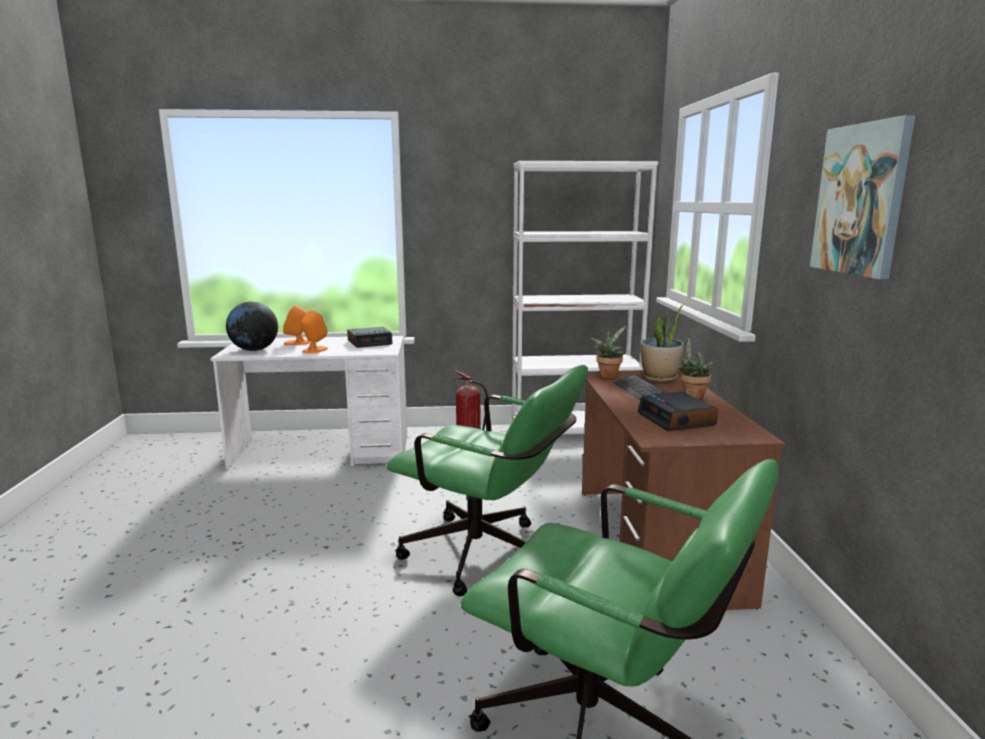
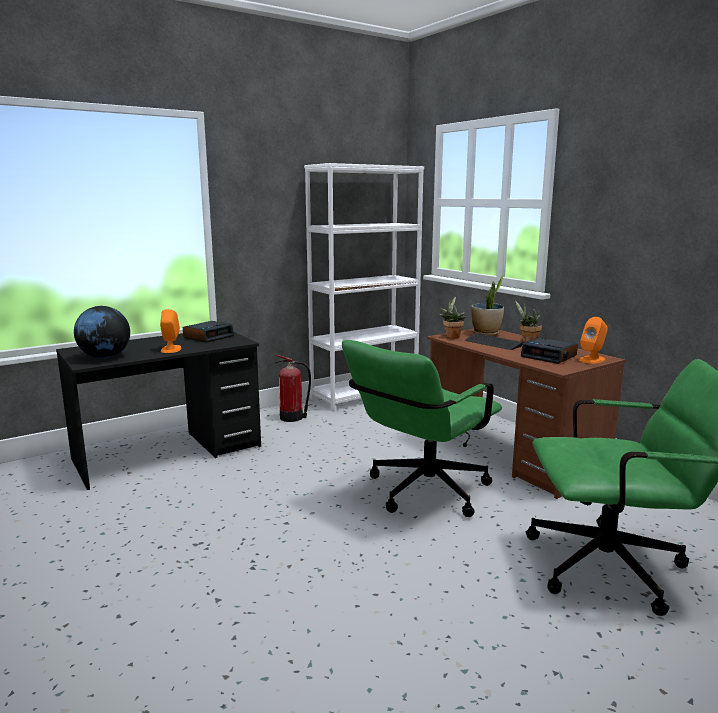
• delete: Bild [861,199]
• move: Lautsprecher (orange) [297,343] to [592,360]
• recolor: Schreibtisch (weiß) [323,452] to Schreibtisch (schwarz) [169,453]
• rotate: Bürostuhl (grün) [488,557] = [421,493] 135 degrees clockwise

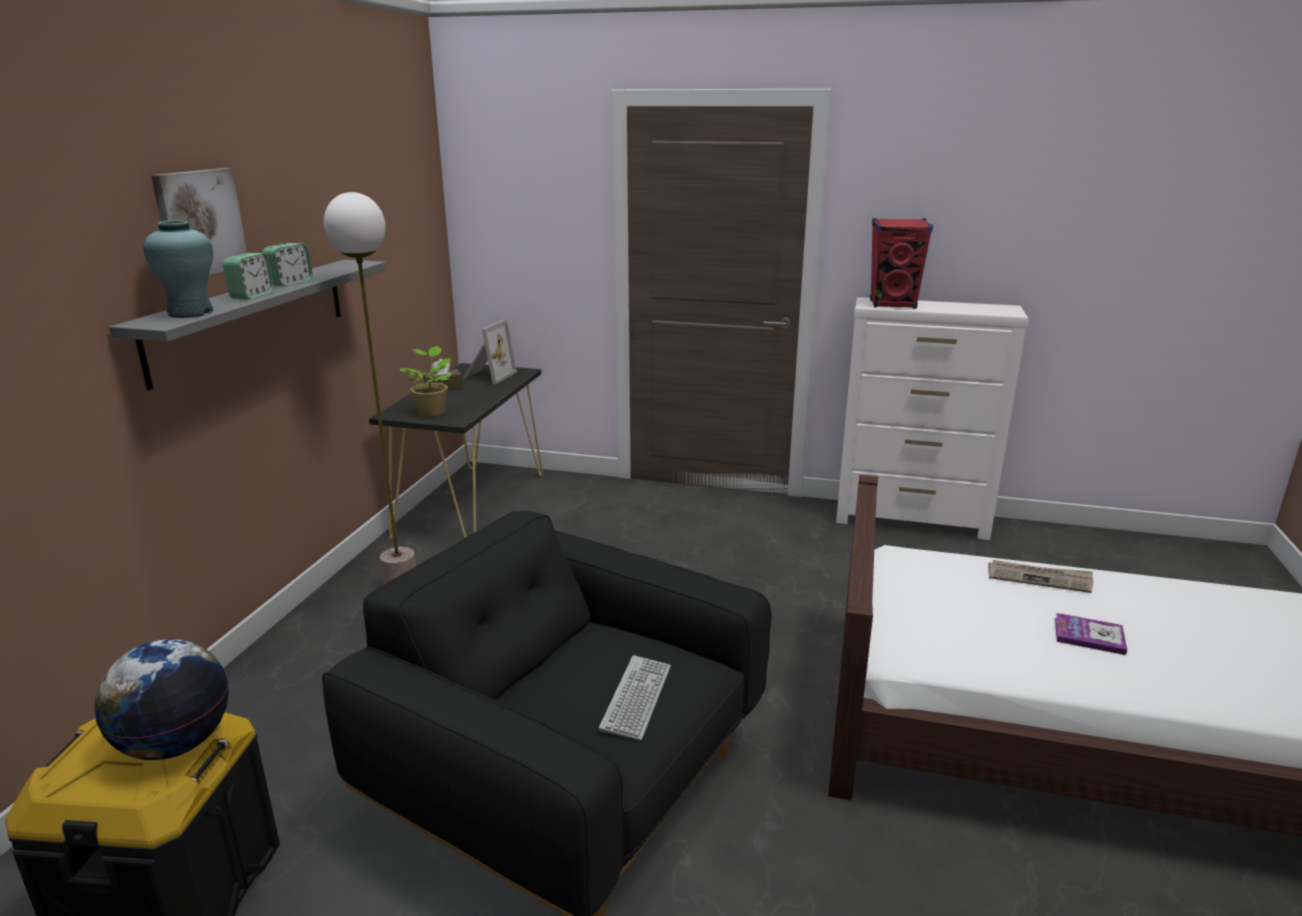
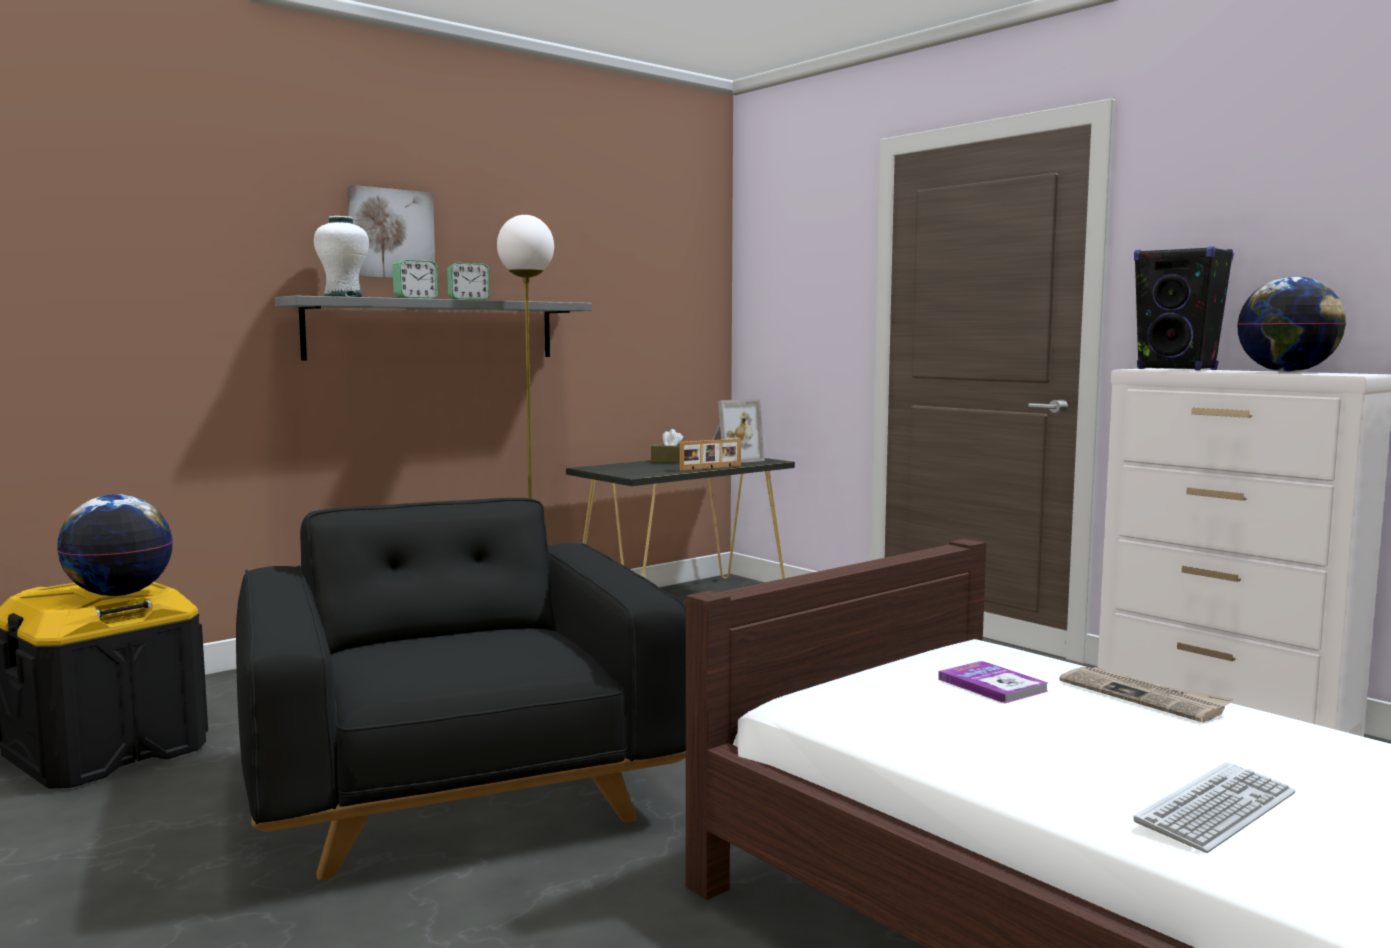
• recolor: Lautsprecher (rot) [893,304] to Lautsprecher (schwarz) [1177,369]
• recolor: Vase (türkis) [191,313] to Vase (weiß) [343,296]
• delete: Topfpflanze [432,411]
• move: Buch [1089,635] to [992,685]
• move: Tastatur [636,698] to [1216,809]
• insert: Globus [1287,372]
• insert: Bilderrahmen [711,468]

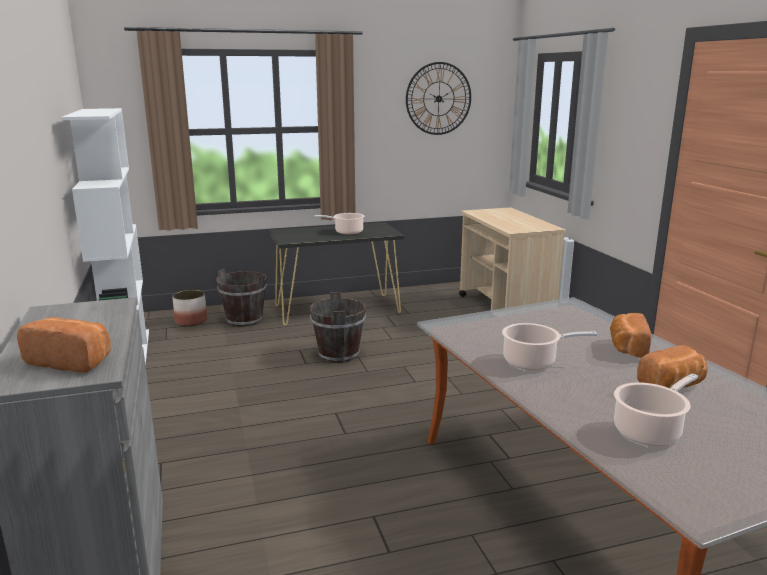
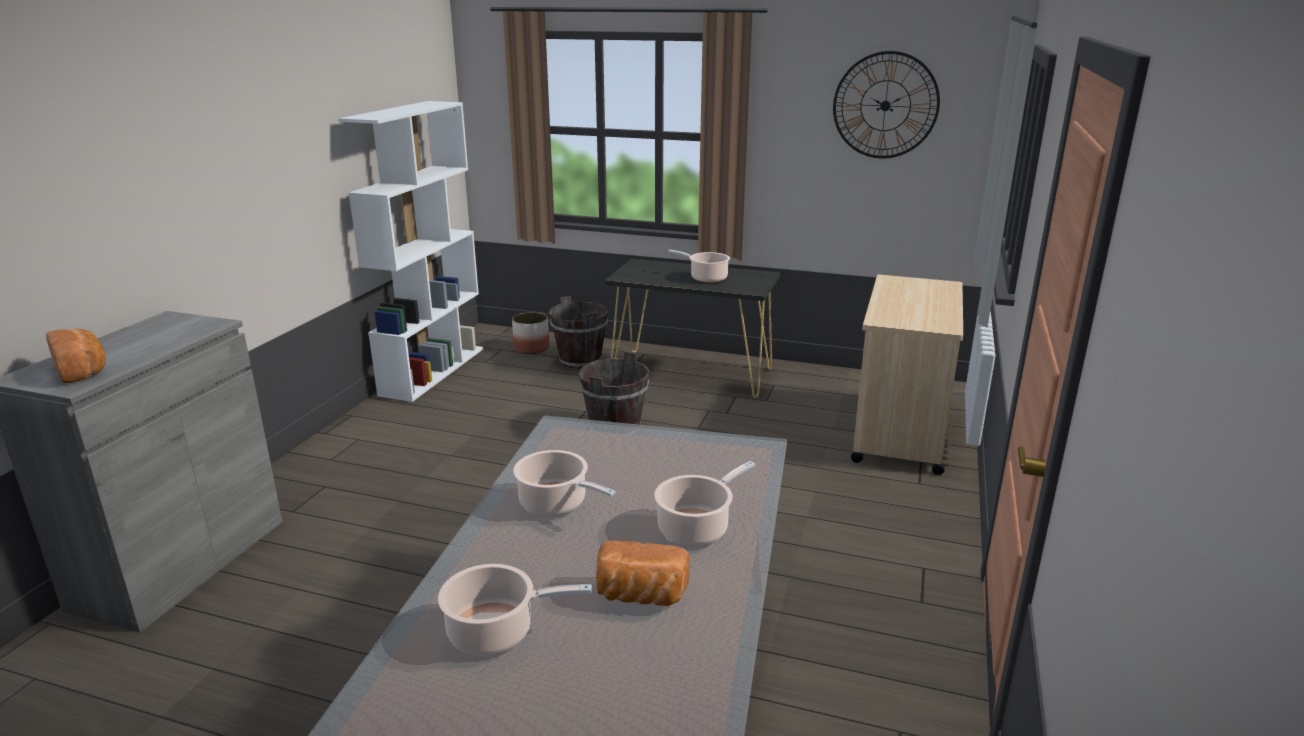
• replace: Brot [626,347] to Kochtopf [696,528]

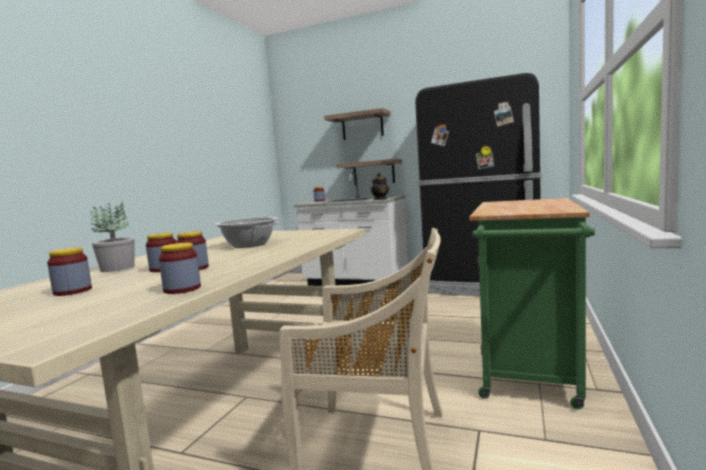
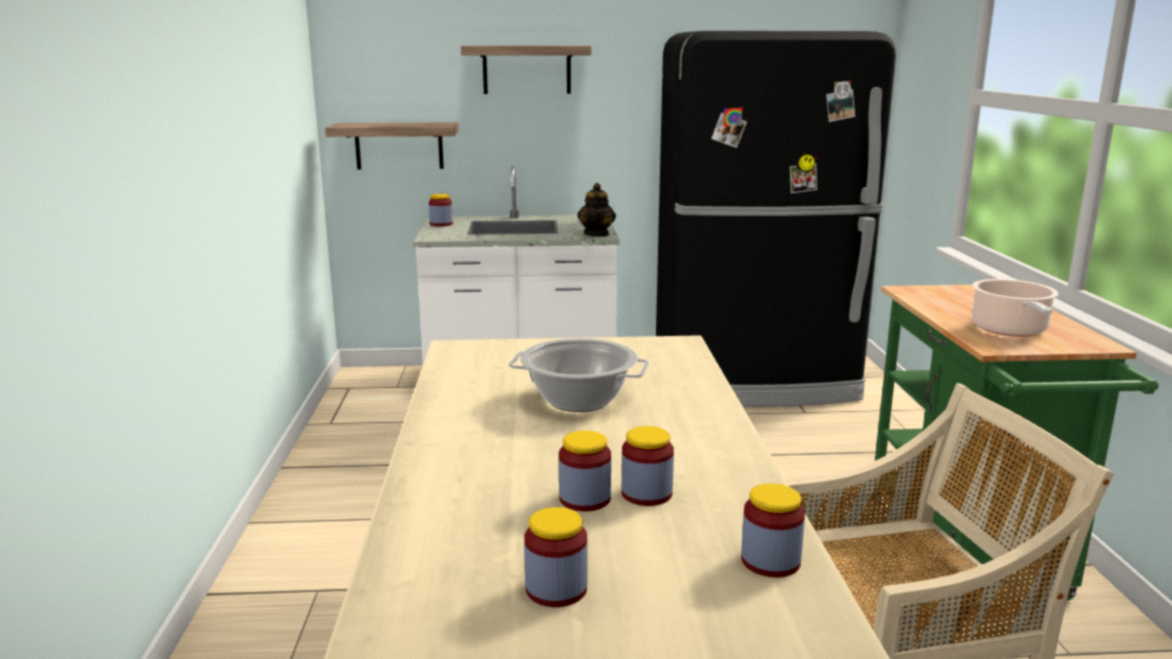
• move: Wandregal [373,172] to [399,146]
• delete: Topfpflanze [118,268]
• insert: Kochtopf [1010,330]

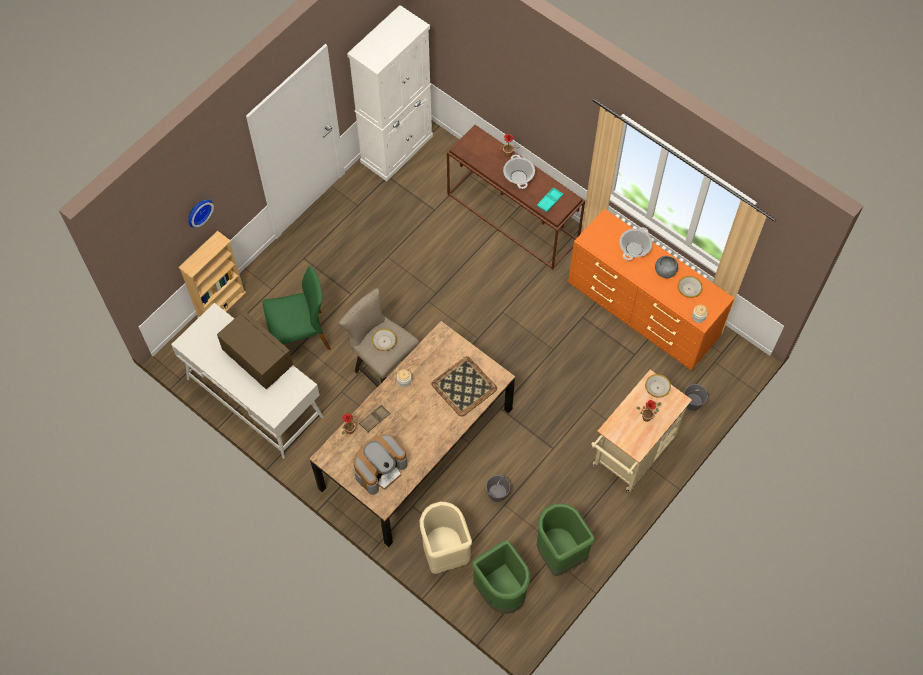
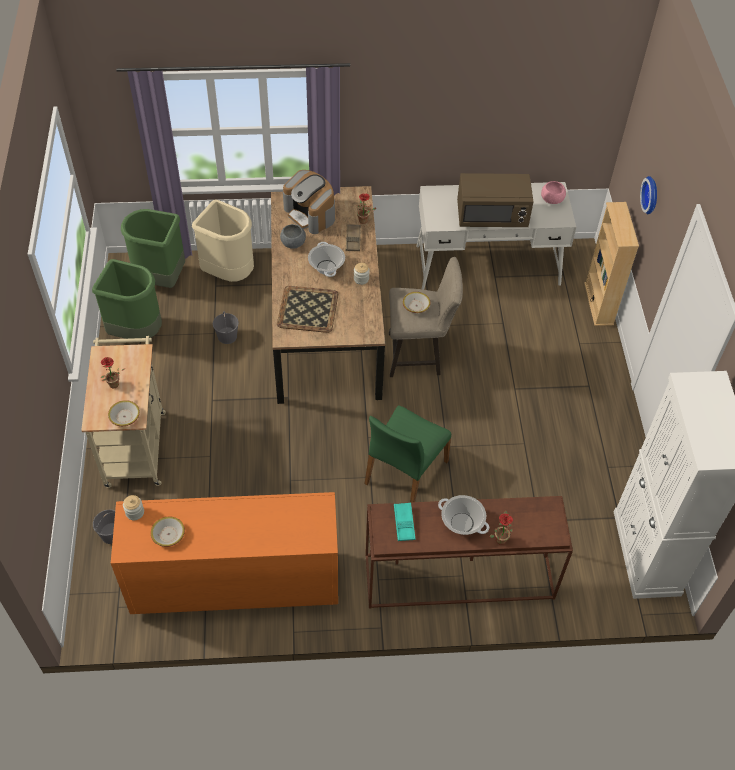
• move: Kochtopf [634,249] to [326,267]
• move: Schüssel (grau) [665,271] to [293,243]
• move: Stuhl (grün) [299,336] to [404,472]
• rotate: Kaffeemaschine [380,468] = [310,214] 45 degrees counterclockwise
• insert: Schüssel (rosa) [552,199]

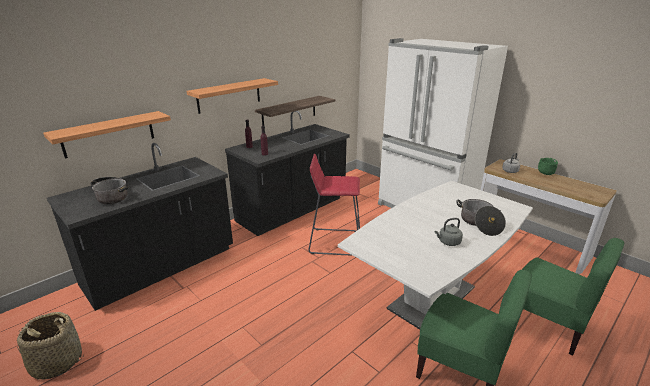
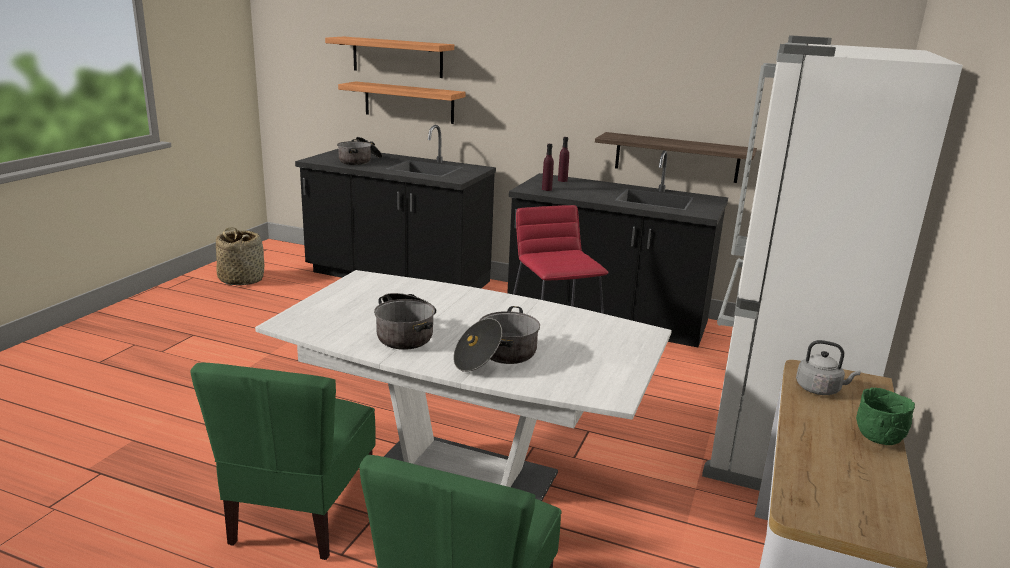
• move: Wandregal [229,95] to [397,57]
• replace: Wasserkessel (grau) [448,242] to Kochtopf [406,333]

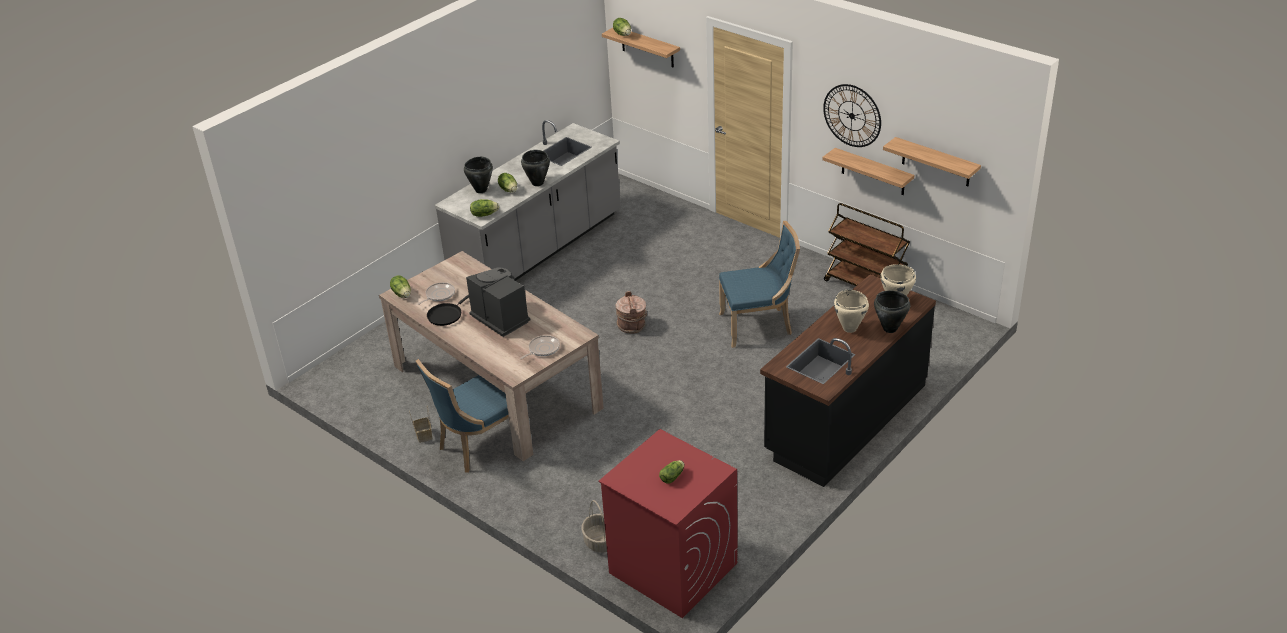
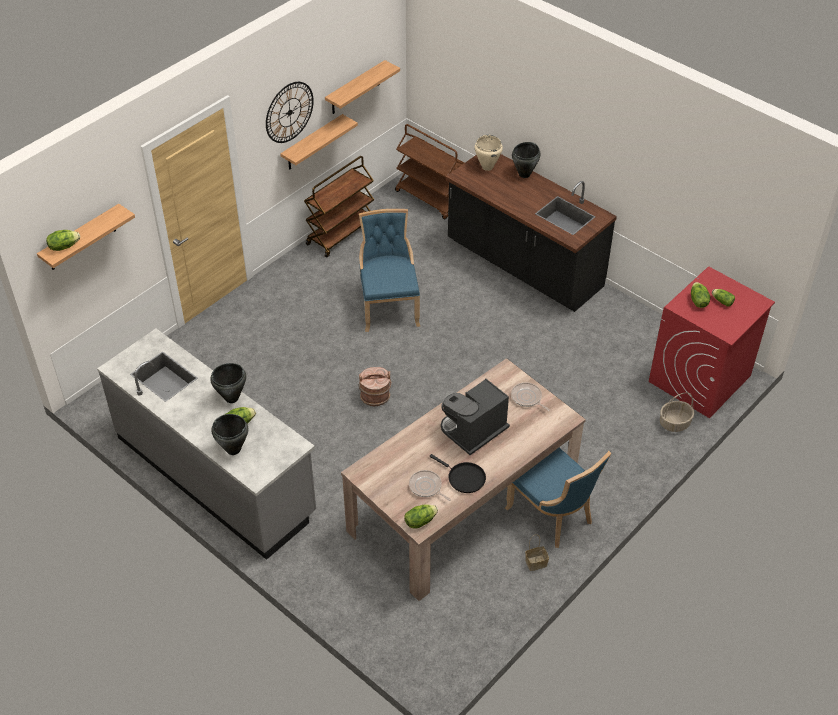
• move: Salatkopf [484,214] to [698,301]
• delete: Kochtopf (beige) [849,328]
• insert: Rollwagen (braun) [430,199]

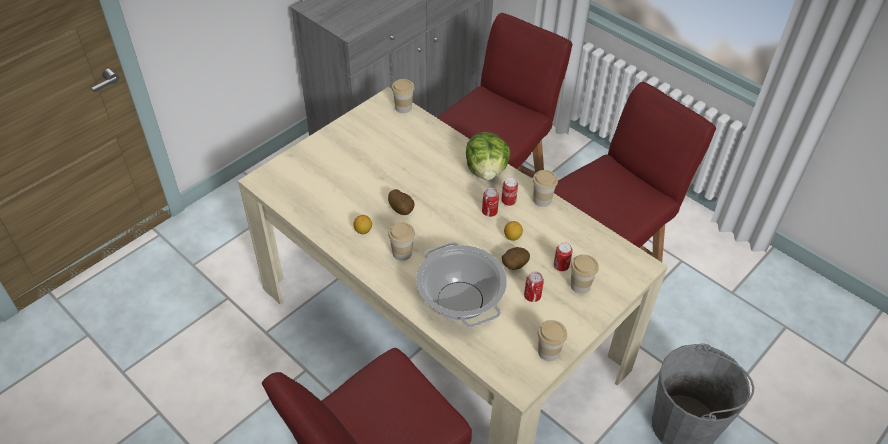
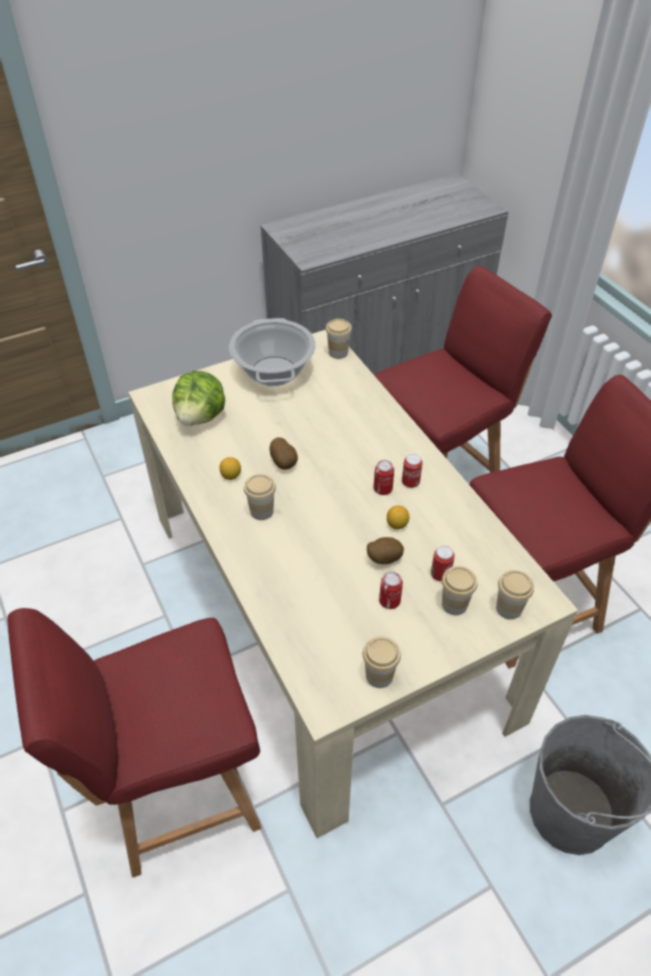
• move: Salatkopf [486,171] to [201,417]
• move: Tasse [542,200] to [508,608]
• move: Kochtopf [460,301] to [274,372]

